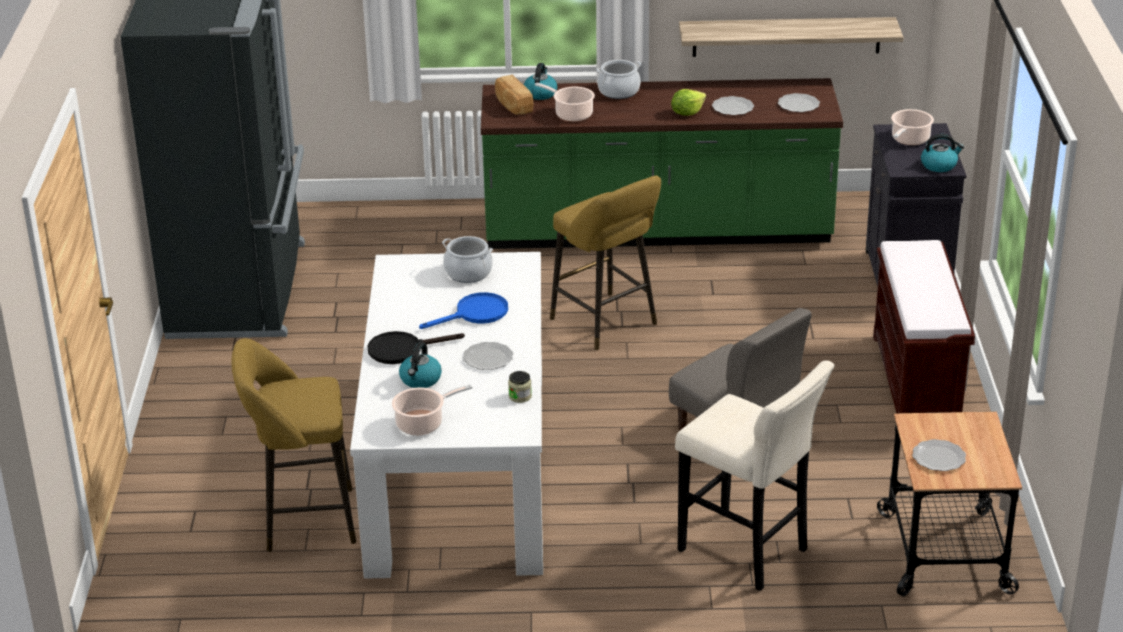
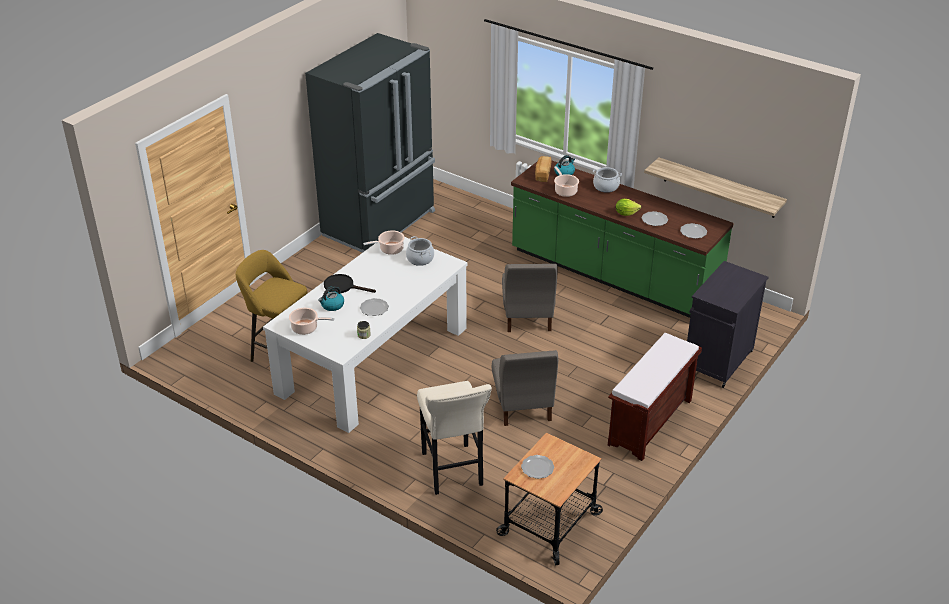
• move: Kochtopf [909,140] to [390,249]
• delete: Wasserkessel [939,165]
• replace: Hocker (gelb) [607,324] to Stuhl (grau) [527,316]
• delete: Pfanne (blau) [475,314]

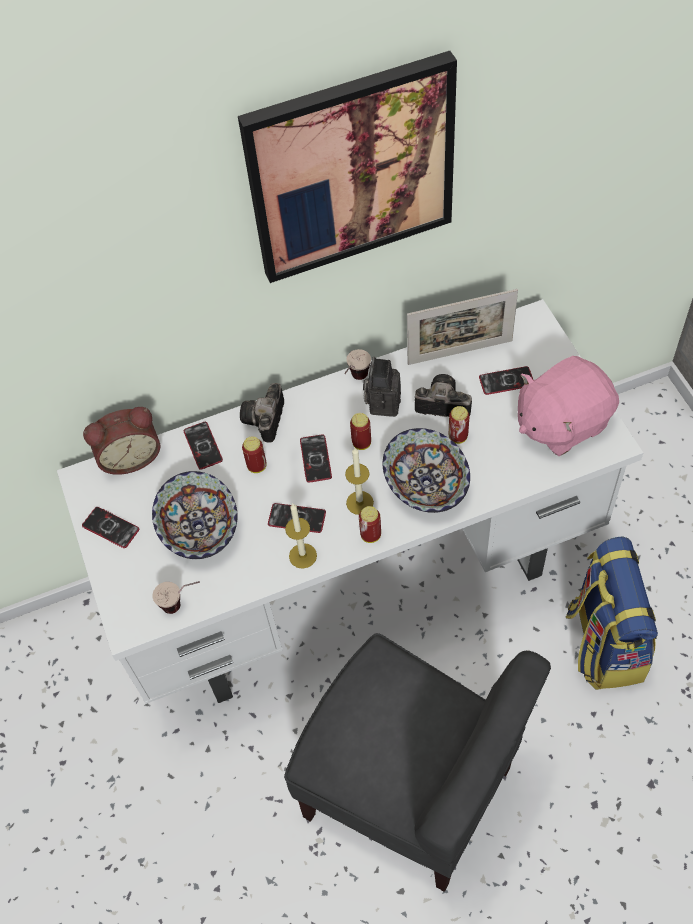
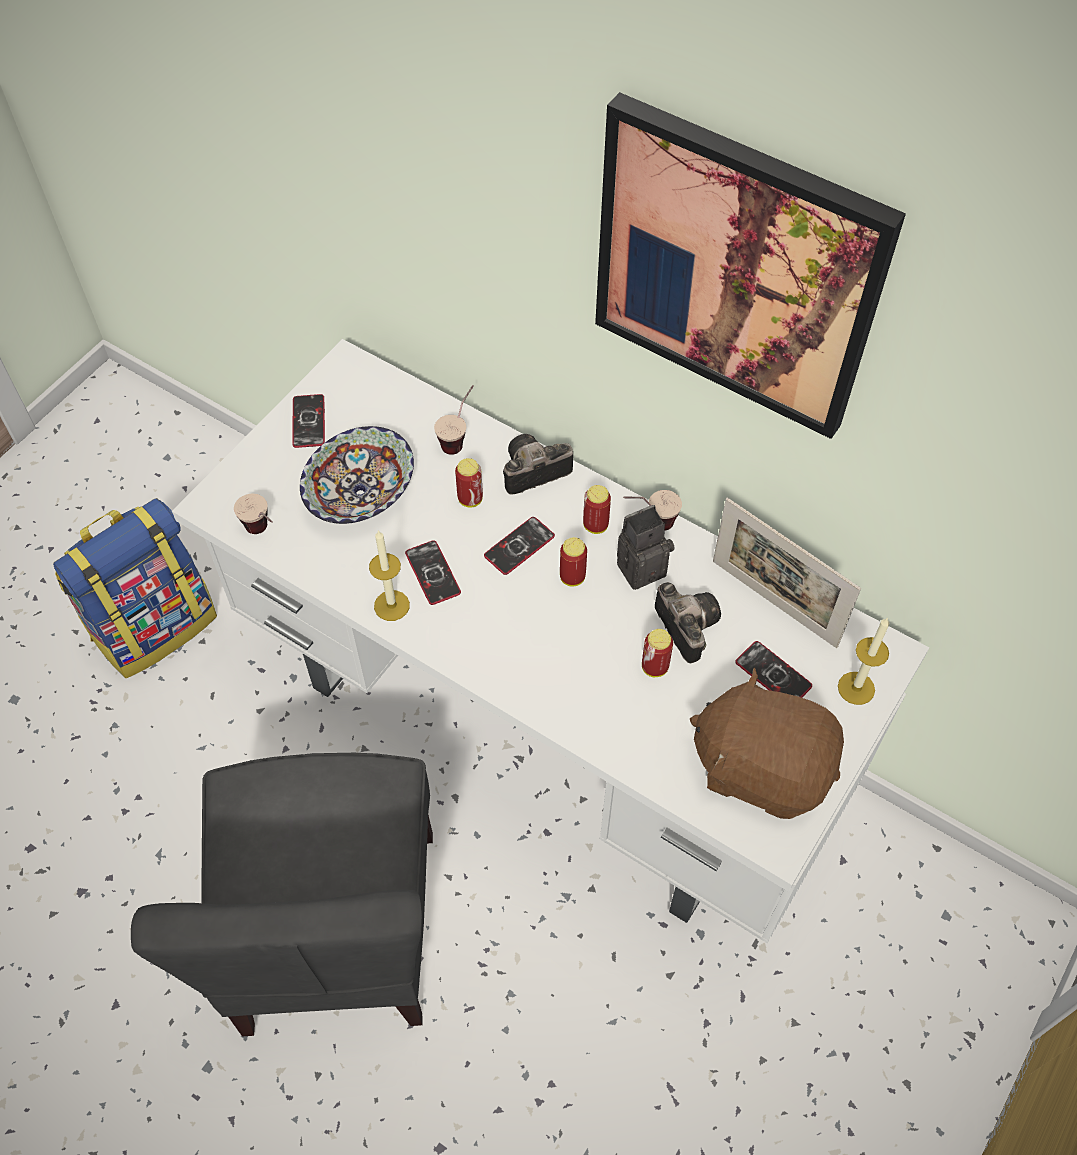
• recolor: Plüschtier (rosa) [561,422] to Plüschtier (braun) [761,767]
• delete: Wecker [130,456]
• replace: Handy [203,446] to Tasse [459,438]
• delete: Schüssel [427,483]
• move: Kerze [359,502] to [856,688]
• move: Dose [370,535] to [595,525]
• move: Rucksack [604,642] to [155,625]

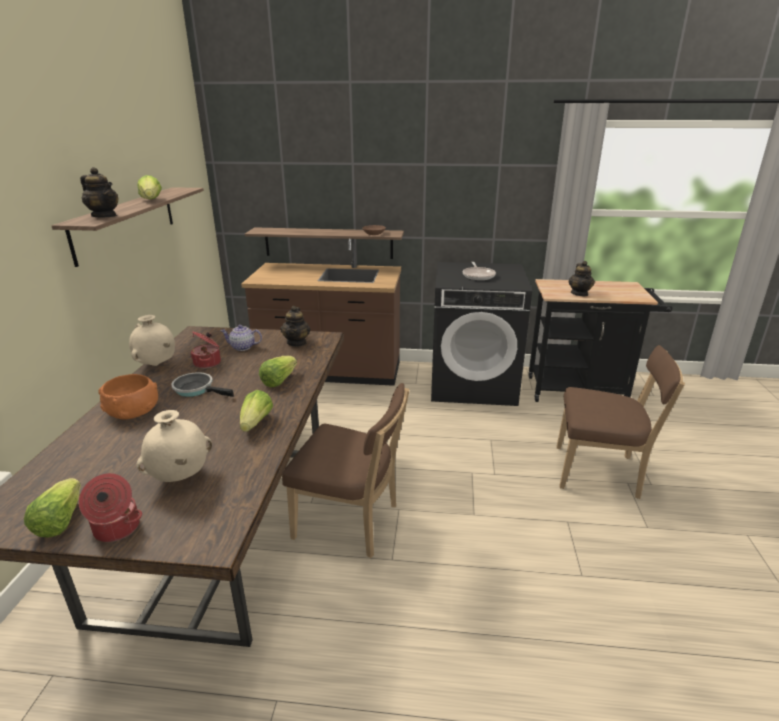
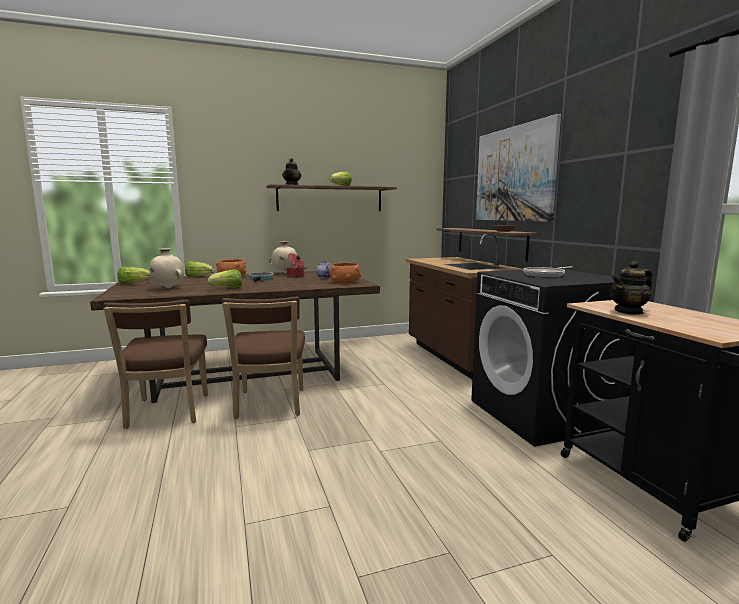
• replace: Teekanne [297,342] to Schüssel (orange) [345,282]
• move: Stuhl (braun) [601,473] to [167,413]
• move: Salatkopf [279,381] to [198,277]
• delete: Kochtopf [116,529]
• insert: Bild [514,174]

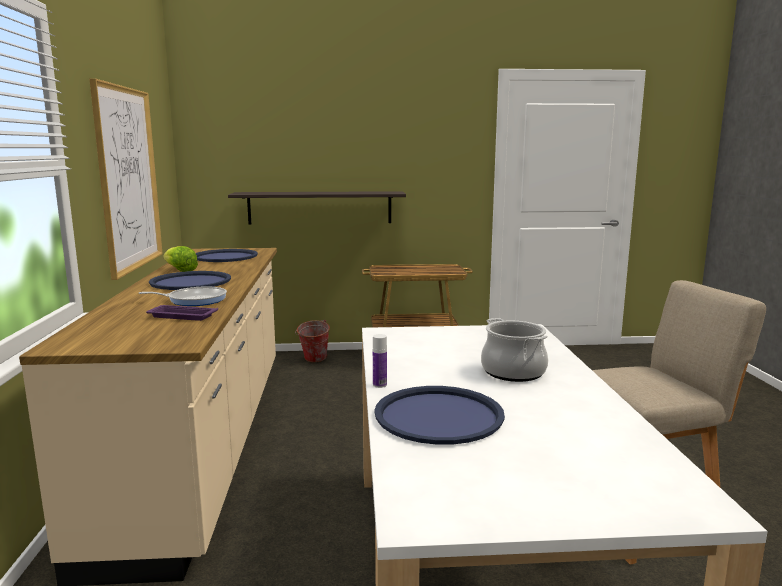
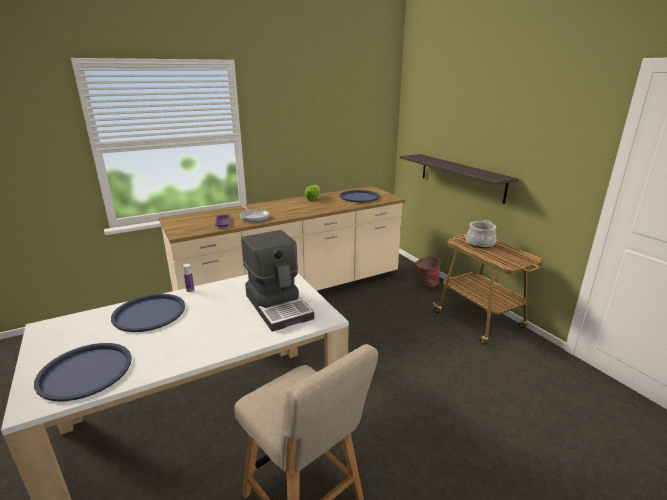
• delete: Bild [128,179]
• move: Tablett (blau) [191,282] to [85,372]
• move: Kochtopf [513,372] to [480,243]
• insert: Kaffeemaschine [279,306]

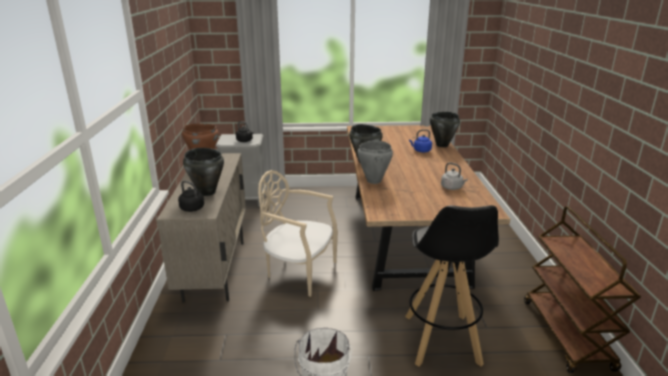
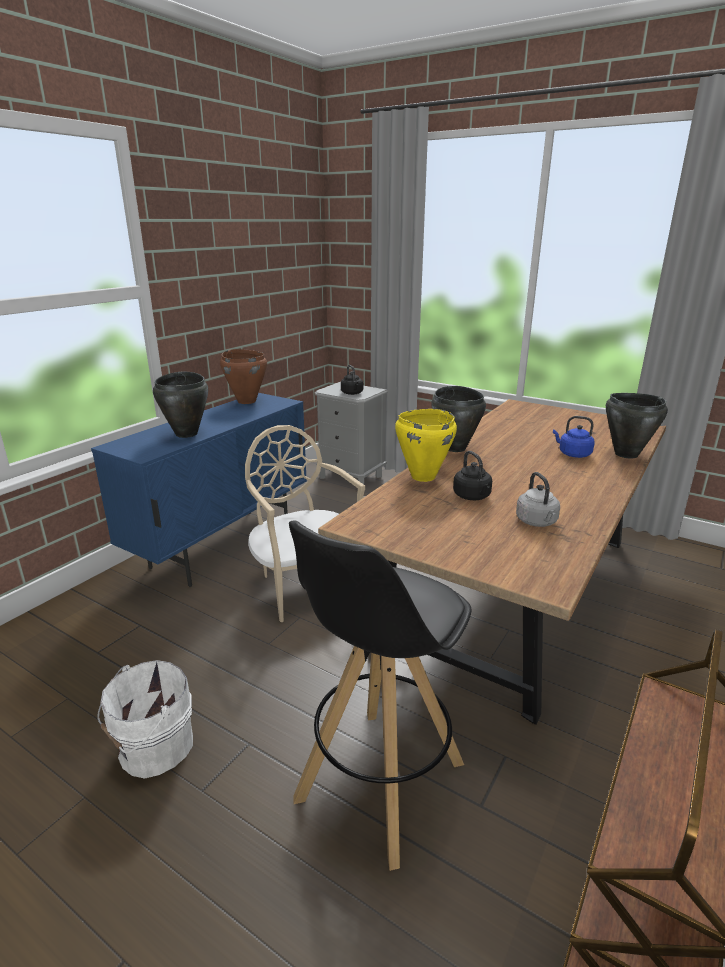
• recolor: Kochtopf (grau) [373,181] to Kochtopf (gelb) [422,477]
• recolor: Schrank (beige) [215,270] to Schrank (blau) [223,545]
• move: Wasserkessel (schwarz) [193,209] to [472,497]

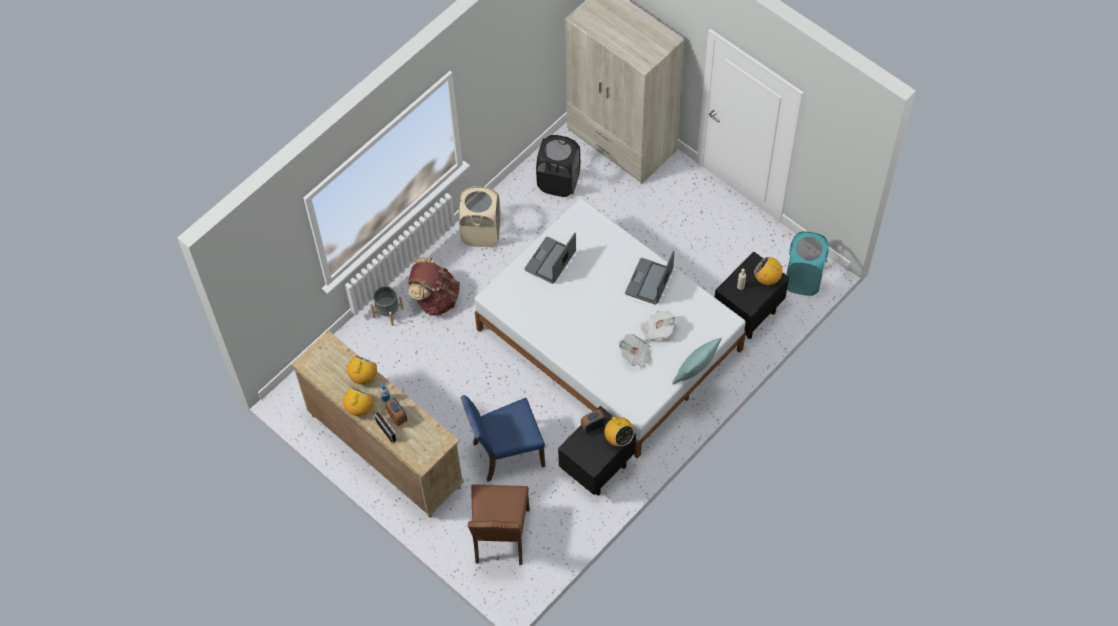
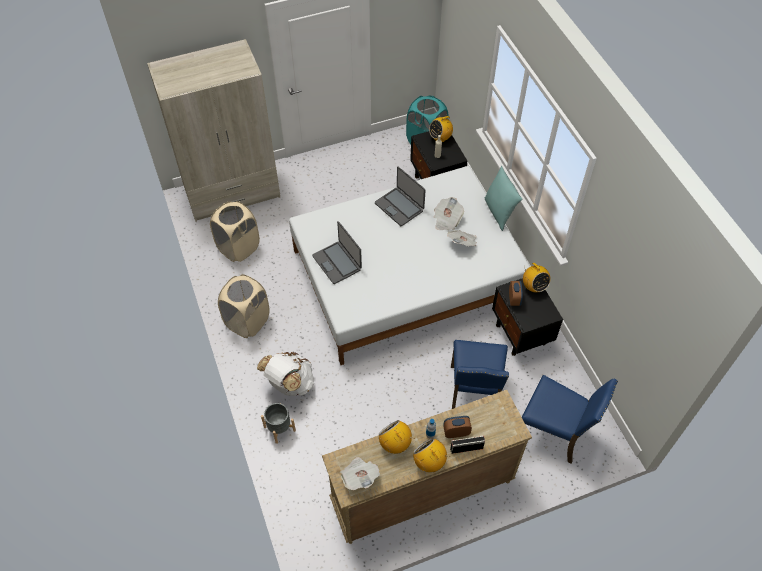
• recolor: Wäschekorb (schwarz) [559,182] to Wäschekorb (beige) [238,247]
• recolor: Rucksack (braun) [435,298] to Rucksack (weiß) [289,384]
• rotate: Radio [618,438] = [534,287] 75 degrees clockwise
• recolor: Stuhl (braun) [500,537] to Stuhl (blau) [553,433]
• insert: Zeitung [359,477]

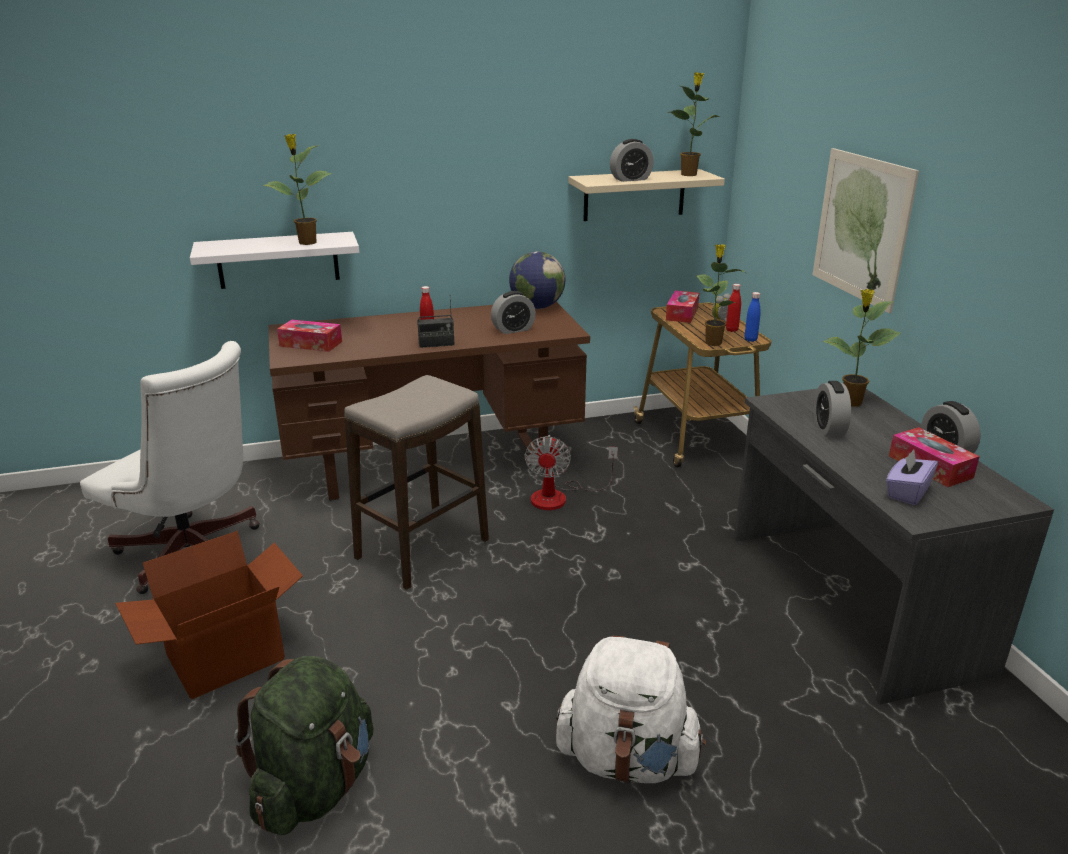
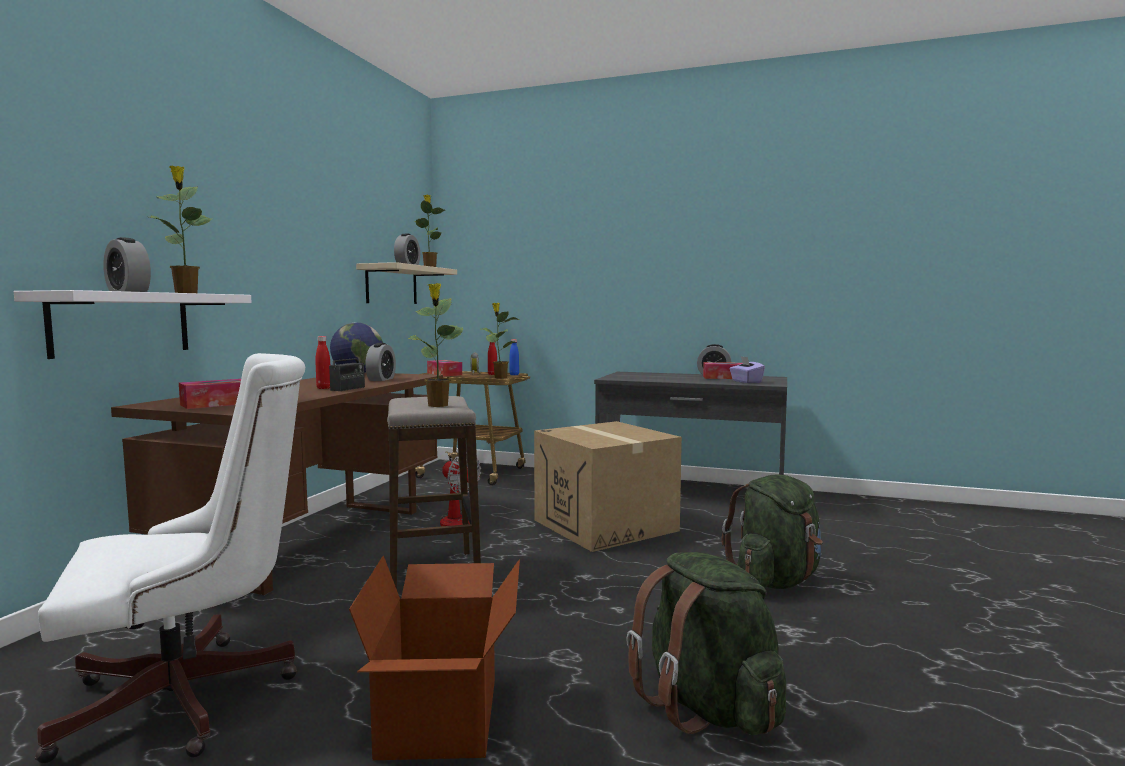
• delete: Bild [861,227]
• move: Topfpflanze [850,403] to [438,405]
• move: Wecker [828,428] to [128,291]
• recolor: Rucksack (weiß) [627,759] to Rucksack (grün) [775,580]
• insert: Karton [605,525]

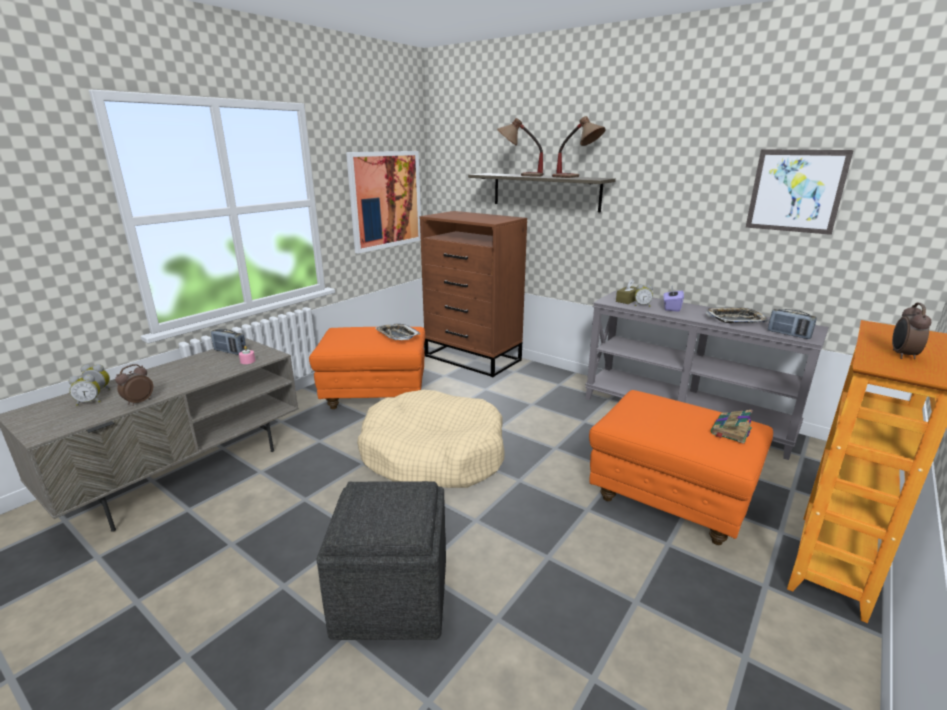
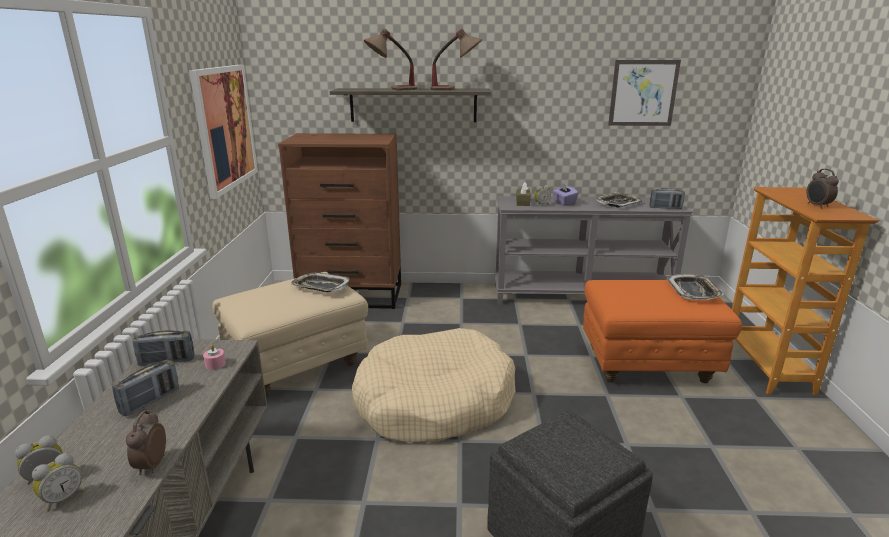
• recolor: Polsterhocker (orange) [376,396] to Polsterhocker (beige) [297,366]
• replace: Buch [730,431] to Tablett [693,291]
• insert: Radio [150,401]

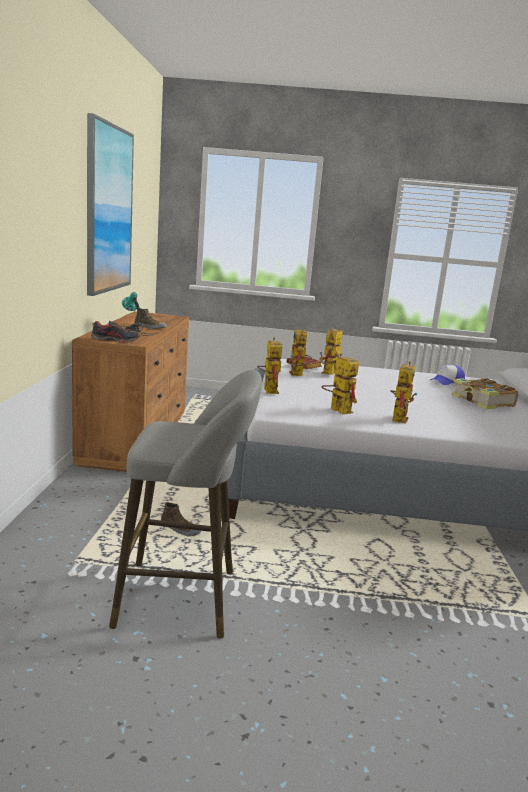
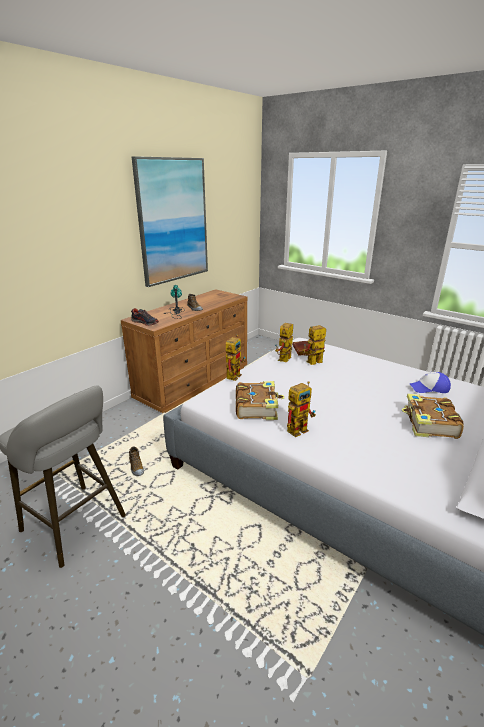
• replace: Spielzeugroboter [336,409] to Buch [257,407]

